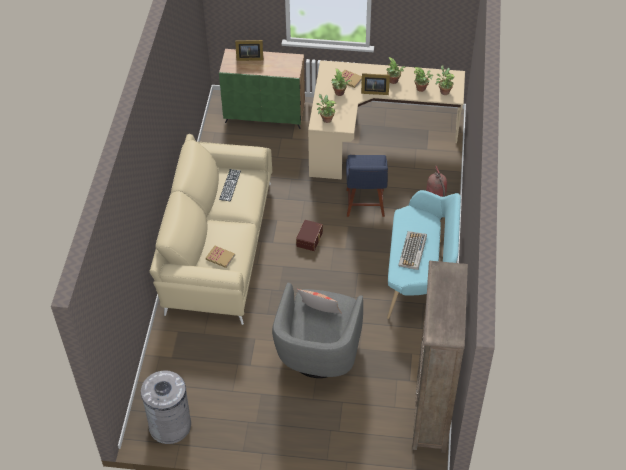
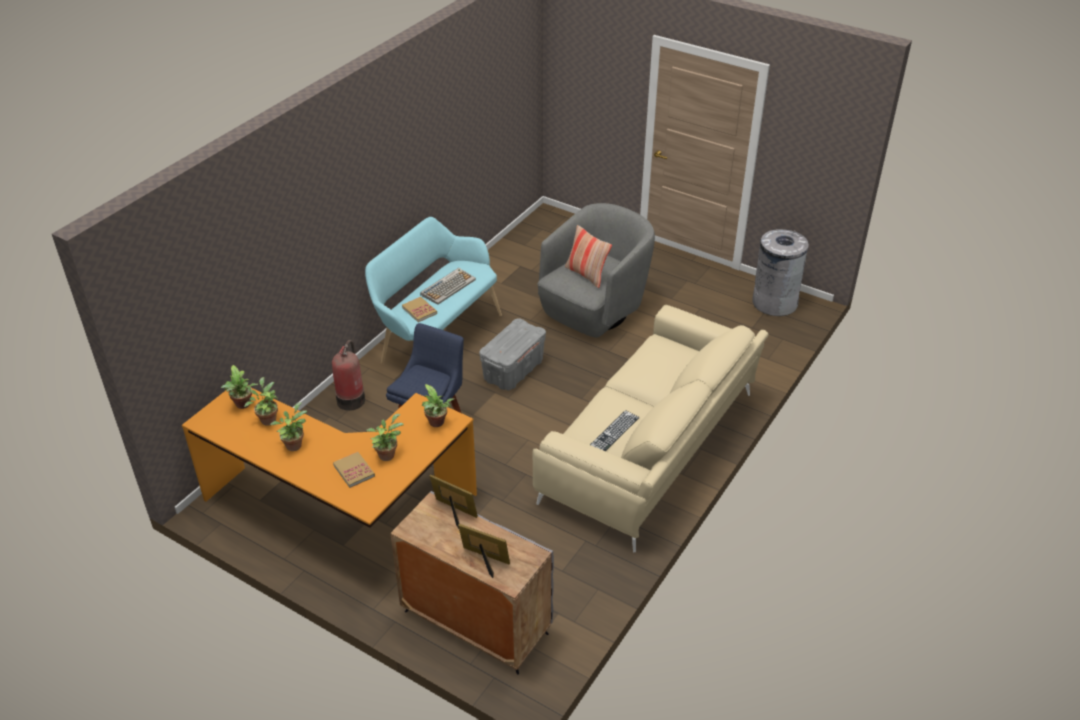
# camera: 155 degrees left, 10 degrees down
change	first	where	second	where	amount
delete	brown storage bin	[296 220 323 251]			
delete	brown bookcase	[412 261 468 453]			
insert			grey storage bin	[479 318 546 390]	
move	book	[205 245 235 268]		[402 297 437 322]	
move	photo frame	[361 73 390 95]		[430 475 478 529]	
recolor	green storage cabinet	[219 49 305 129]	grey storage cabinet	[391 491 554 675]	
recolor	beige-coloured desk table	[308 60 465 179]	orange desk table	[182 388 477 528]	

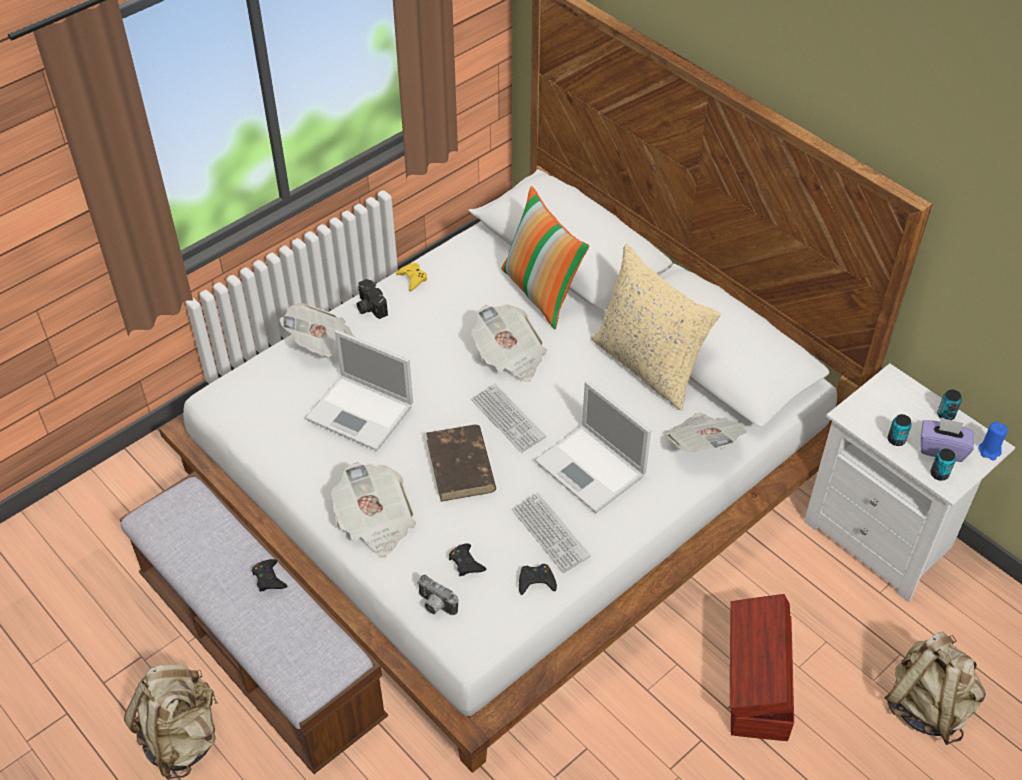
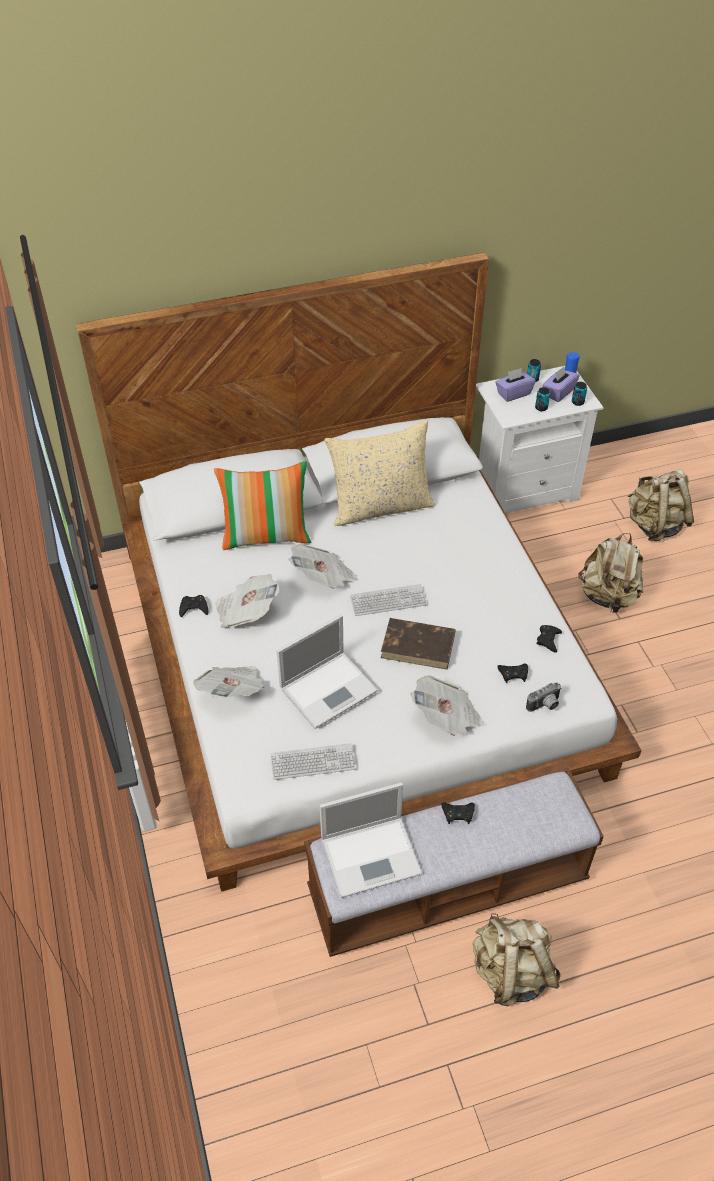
# camera: 65 degrees left, 0 degrees up
change	first	where	second	where	amount
delete	still camera	[357 279 388 319]			
insert			purplish tissue holder	[495 368 536 402]	
move	keyboard	[512 493 591 573]		[270 743 356 780]	
move	notebook computer	[535 381 651 513]		[320 782 422 898]	
move	newspaper	[665 413 747 452]		[215 574 279 628]	
replace	brown storage bin	[730 594 794 741]	beige-coloured rucksack	[578 533 643 613]	
recolor	yellow-coloured gamepad	[396 263 427 291]	black-coloured gamepad	[179 595 209 617]	

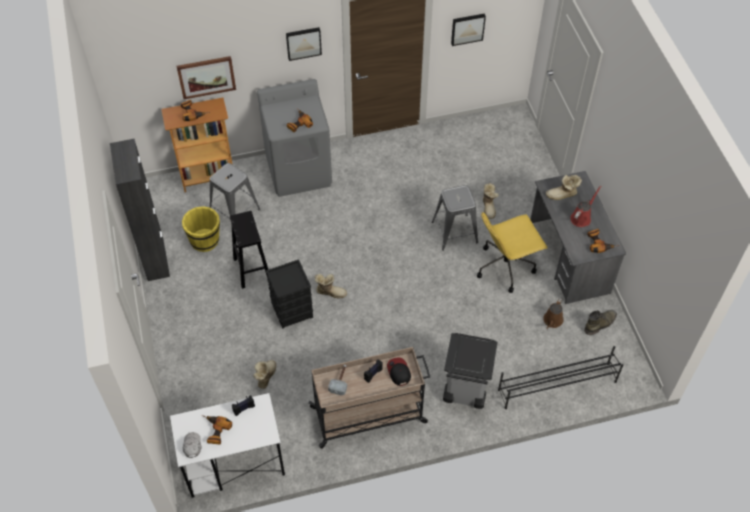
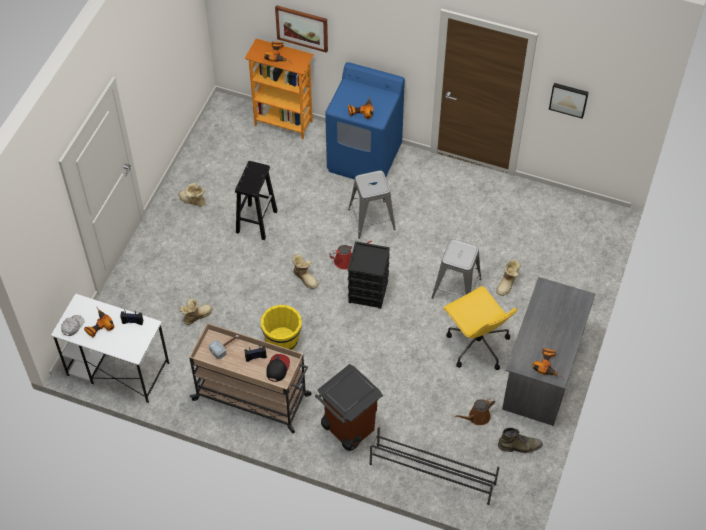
# camera: 35 degrees right, 0 degrees up
change	first	where	second	where	amount
delete	black-coloured storage cabinet	[110 139 170 281]			
delete	picture	[286 27 322 61]			
move	yellow-coloured water bucket	[182 206 220 252]		[261 305 302 350]	
move	grey stool	[210 163 261 219]		[348 170 396 239]	
move	black-coloured storage bin	[266 259 313 329]		[348 241 390 309]	
move	high-top boot	[546 175 582 200]		[178 183 206 206]	
move	red sprinkling can	[570 185 602 227]		[329 240 372 270]	
recolor	grey laundry machine	[257 79 332 197]	blue-coloured laundry machine	[325 62 405 185]	
recolor	grey trash can	[443 333 498 409]	brown trash can	[315 364 383 451]	
rotate	yellow-coloured desk chair	[477 212 548 293]		[443 286 517 370]	135 degrees counterclockwise

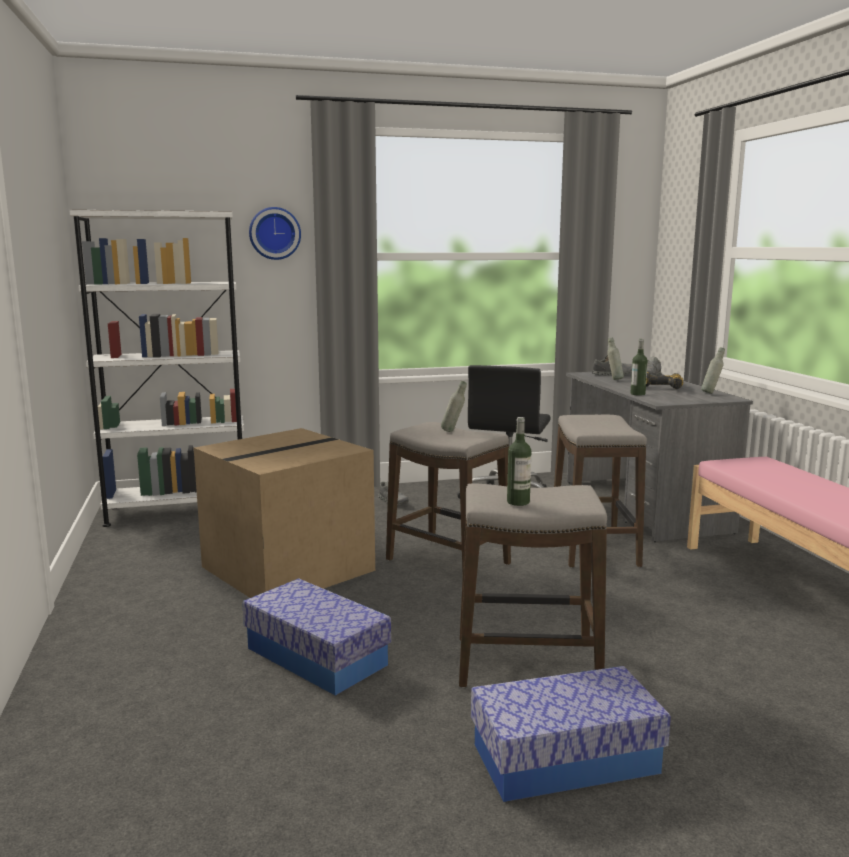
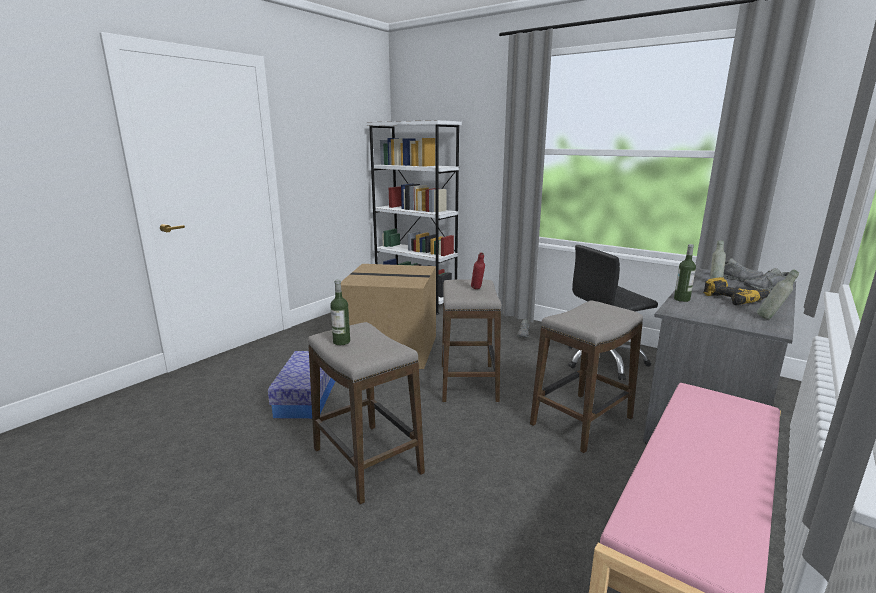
# camera: 50 degrees right, 5 degrees up
change	first	where	second	where	amount
delete	hanging clock	[249 207 301 260]			
delete	storage bin	[471 666 671 802]			
recolor	grey bottle	[441 381 467 432]	red bottle	[471 252 485 289]	

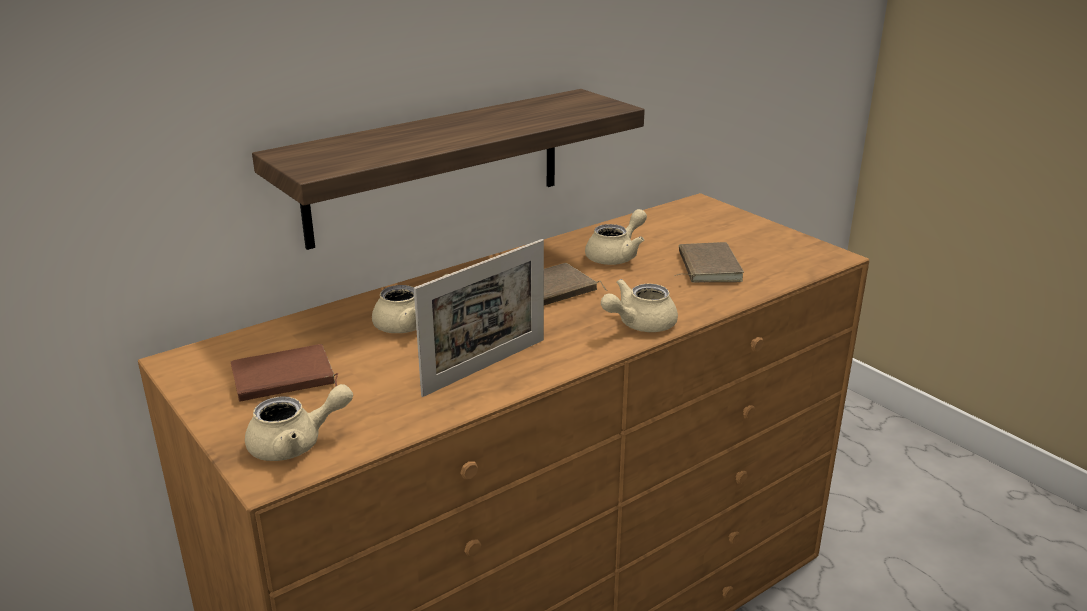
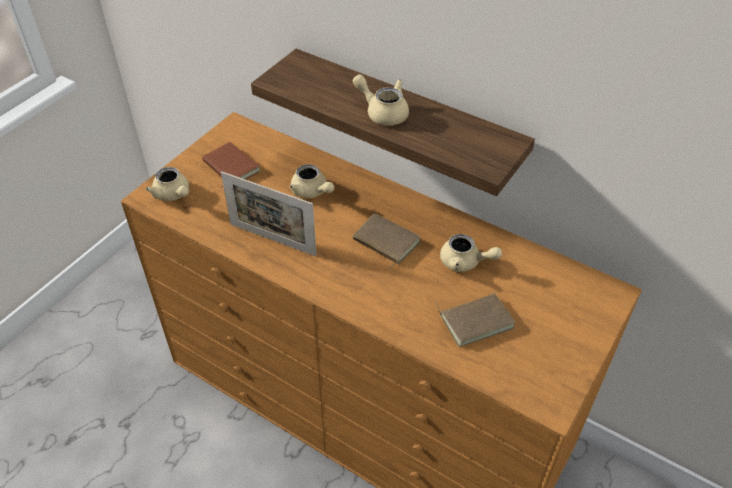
# camera: 70 degrees right, 20 degrees up
change	first	where	second	where	amount
move	beige-coloured teapot	[601 279 678 332]		[352 74 409 126]	

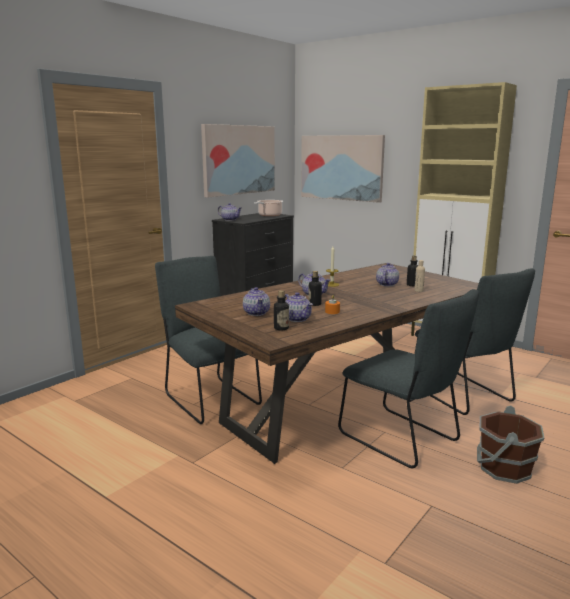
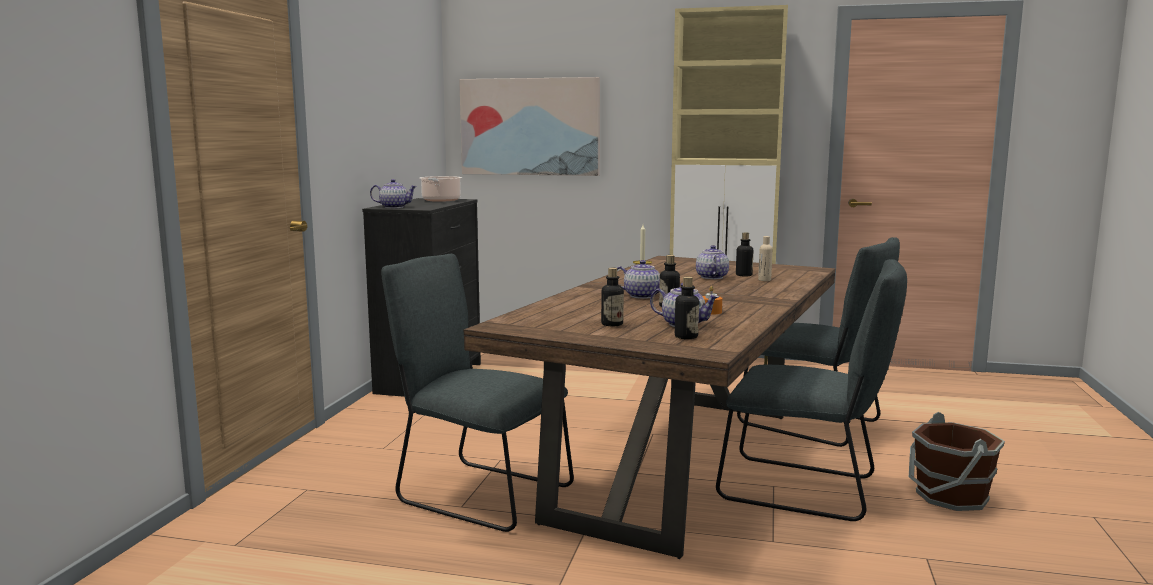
# camera: 25 degrees left, 5 degrees down
change	first	where	second	where	amount
delete	picture	[201 124 275 198]			
replace	teapot	[243 287 270 316]	bottle	[601 268 624 326]	

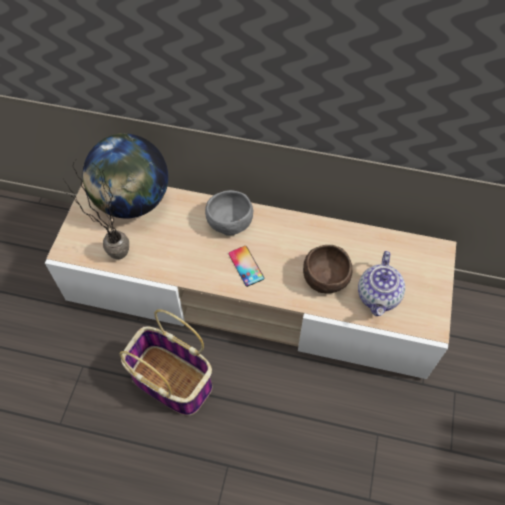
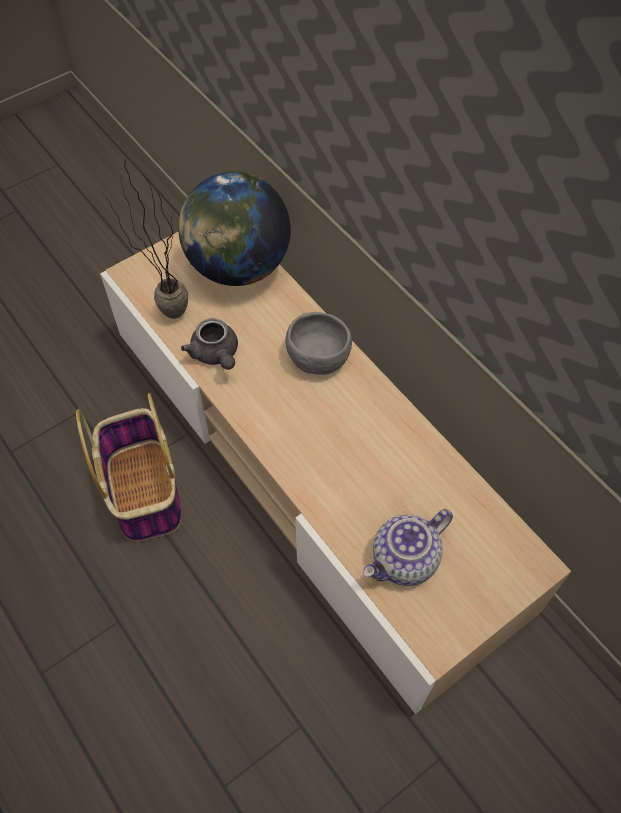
# camera: 40 degrees right, 0 degrees up
change	first	where	second	where	amount
delete	handset	[228 246 264 287]			
delete	brown deep dish	[303 245 352 293]			
insert			grey teapot	[181 318 238 370]	

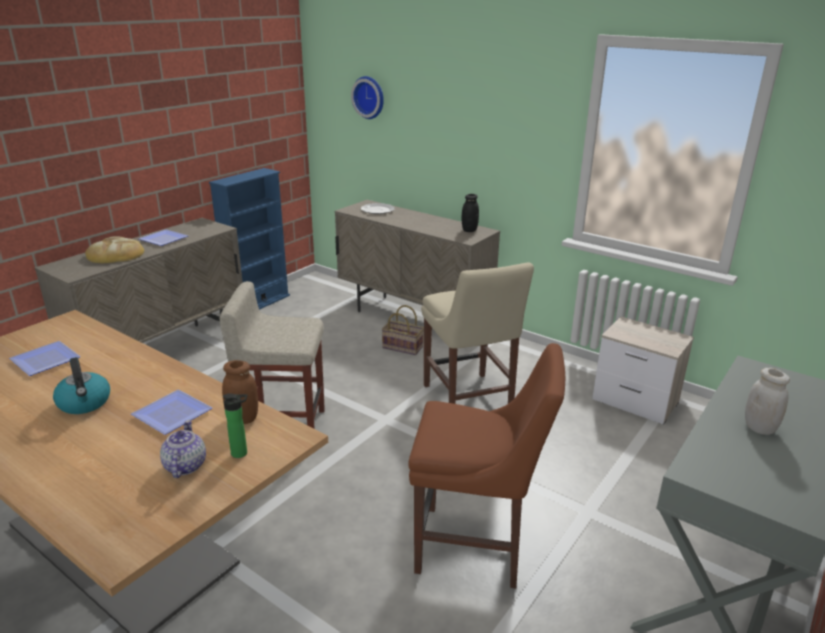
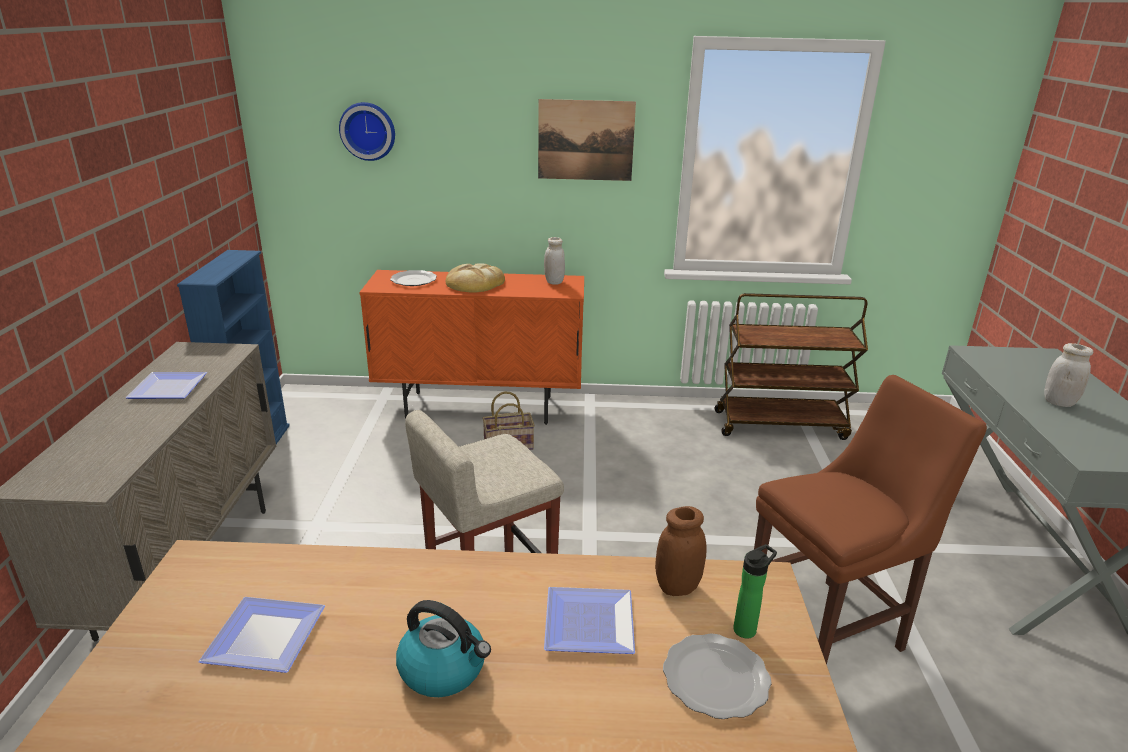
# camera: 35 degrees left, 0 degrees up
change	first	where	second	where	amount
delete	beige-coloured chair	[421 263 534 404]			
insert			picture	[538 99 636 181]	
move	bakery bread	[85 236 144 263]		[446 263 505 293]	
replace	teapot	[160 420 206 478]	flat dish	[663 633 772 719]	
replace	bedside table	[592 317 694 425]	brown wheeled cart	[715 293 868 440]	
recolor	beige-coloured storage cabinet	[335 200 500 343]	orange storage cabinet	[359 270 584 425]	
recolor	black-coloured preserve jar	[461 194 479 232]	white-coloured preserve jar	[544 237 565 285]	

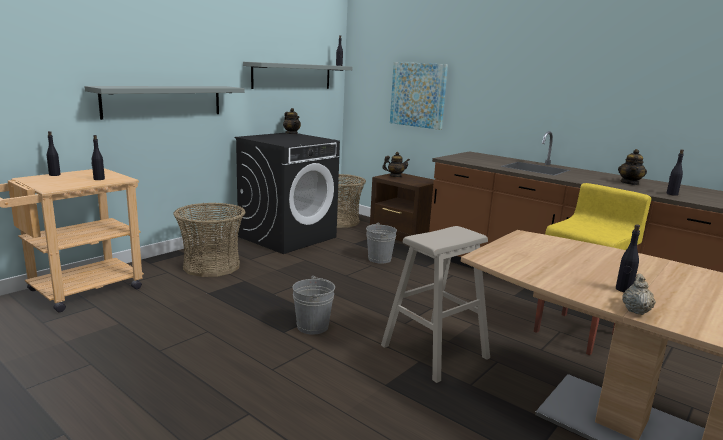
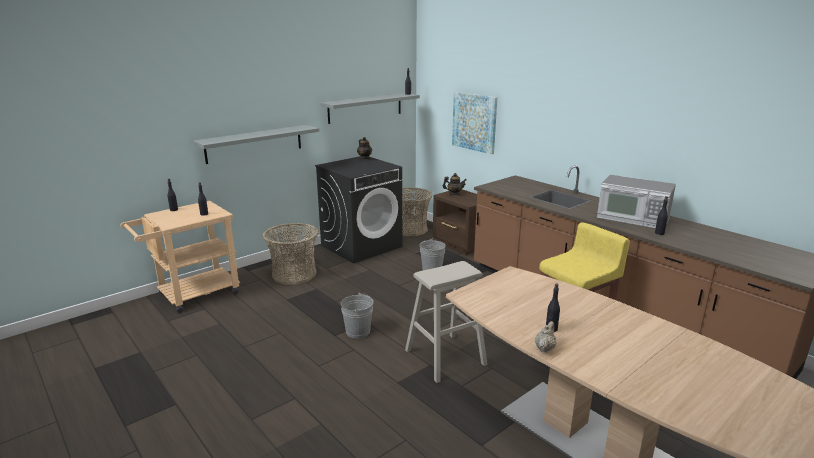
# camera: 10 degrees right, 5 degrees up
change	first	where	second	where	amount
replace	teapot	[618 149 647 185]	microwave	[597 175 676 228]	

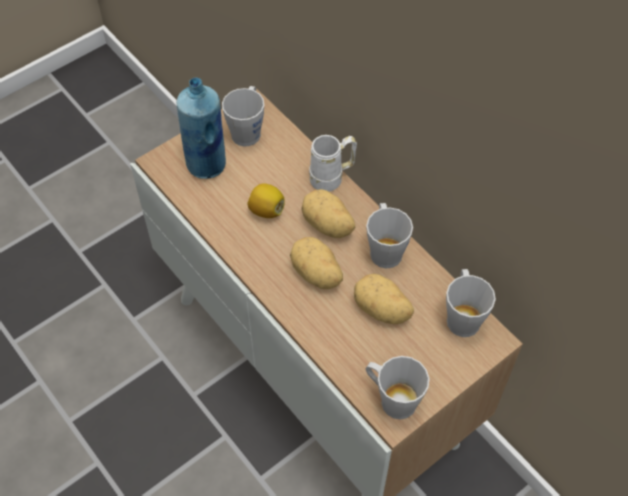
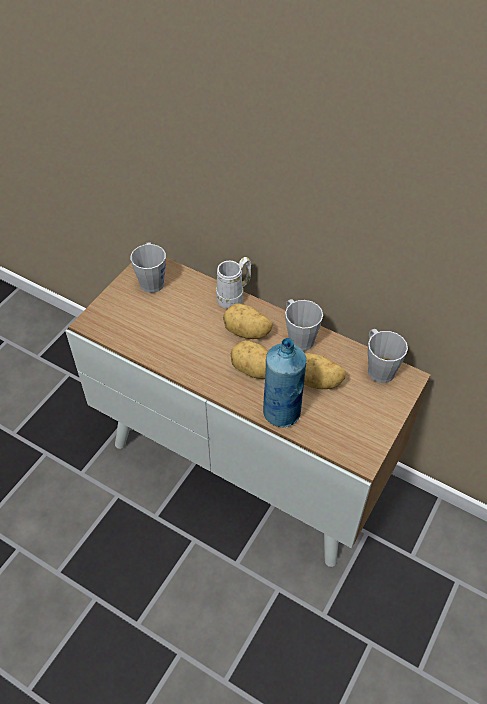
# camera: 20 degrees left, 5 degrees down
change	first	where	second	where	amount
delete	whole lemon	[247 183 285 218]			
delete	grey mug	[366 356 430 420]			
move	blue-coloured bottle	[177 78 226 179]		[263 338 307 427]	

